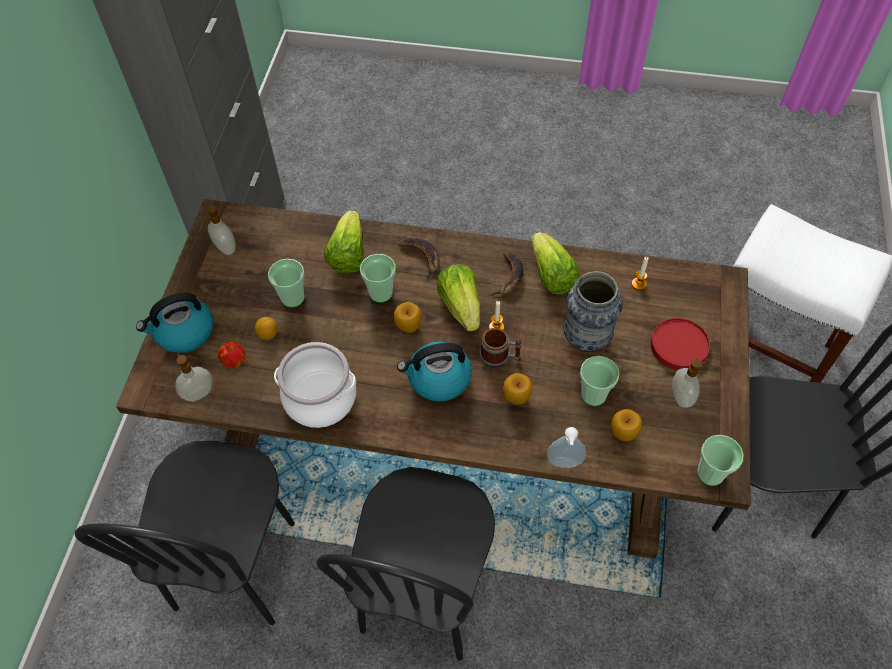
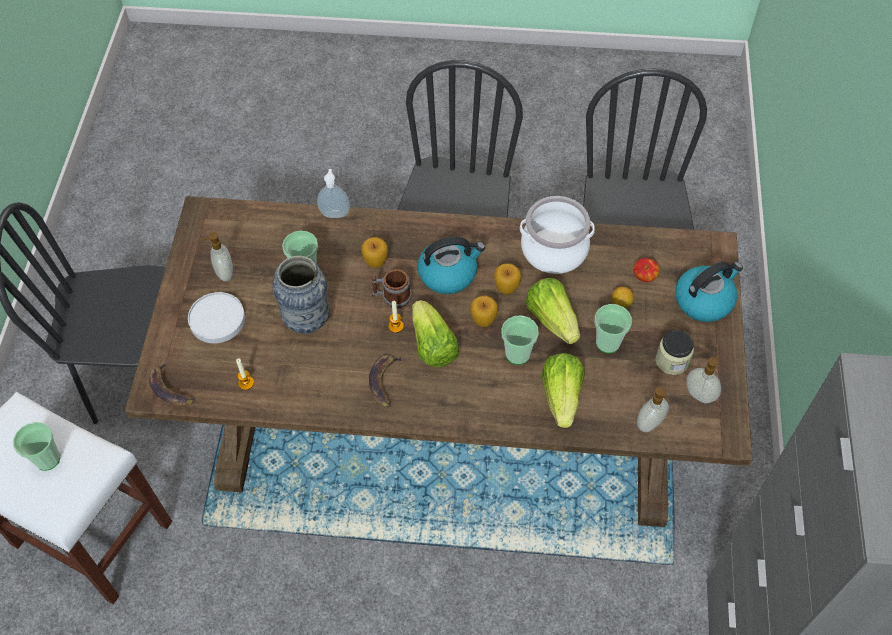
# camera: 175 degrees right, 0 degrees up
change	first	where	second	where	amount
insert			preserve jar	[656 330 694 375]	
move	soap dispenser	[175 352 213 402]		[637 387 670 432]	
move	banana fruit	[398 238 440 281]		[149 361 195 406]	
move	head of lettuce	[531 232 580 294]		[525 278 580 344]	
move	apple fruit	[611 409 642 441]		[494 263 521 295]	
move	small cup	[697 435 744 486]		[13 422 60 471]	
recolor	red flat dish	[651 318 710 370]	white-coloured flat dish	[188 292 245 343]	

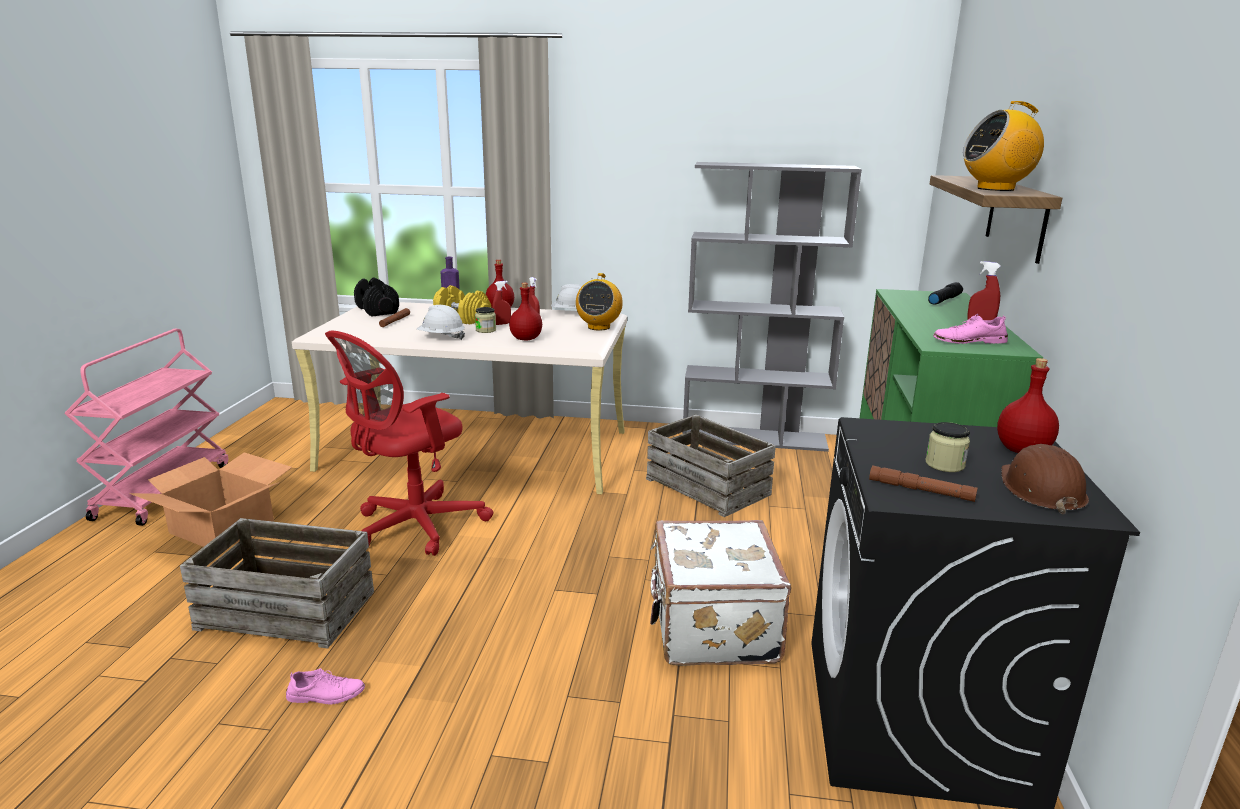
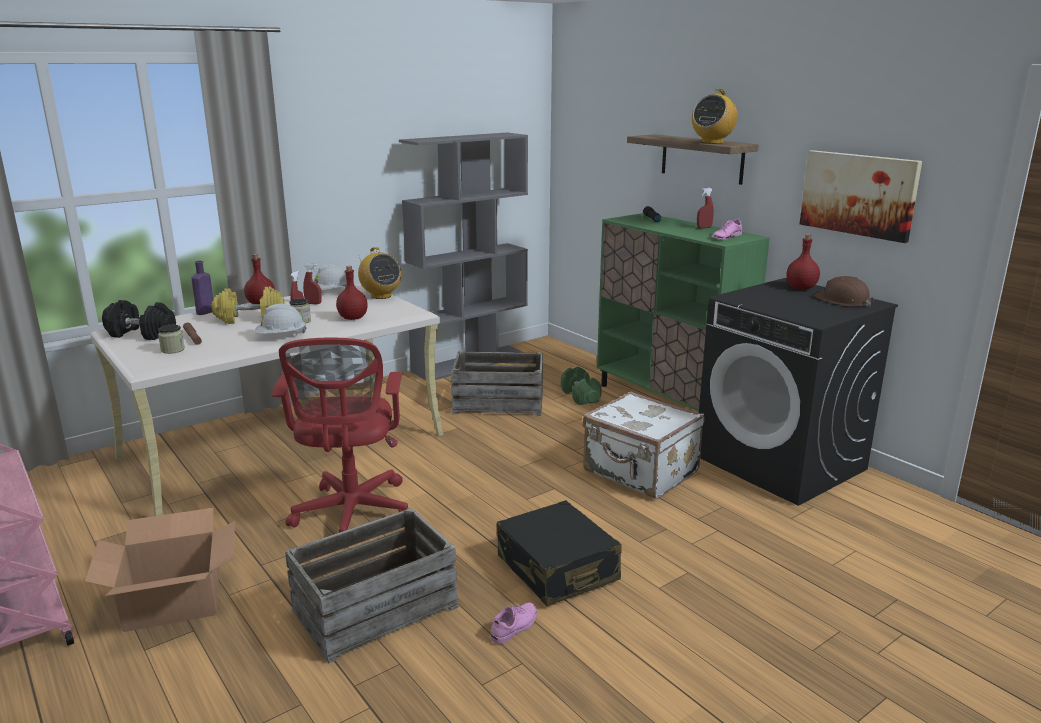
# camera: 45 degrees left, 0 degrees up
change	first	where	second	where	amount
delete	brown hand torch	[869 465 978 502]			
insert			black-coloured piece of luggage	[497 500 622 606]	
insert			green free weight	[561 366 602 405]	
insert			picture	[800 150 922 243]	
move	preserve jar	[926 422 970 472]		[158 325 185 354]	

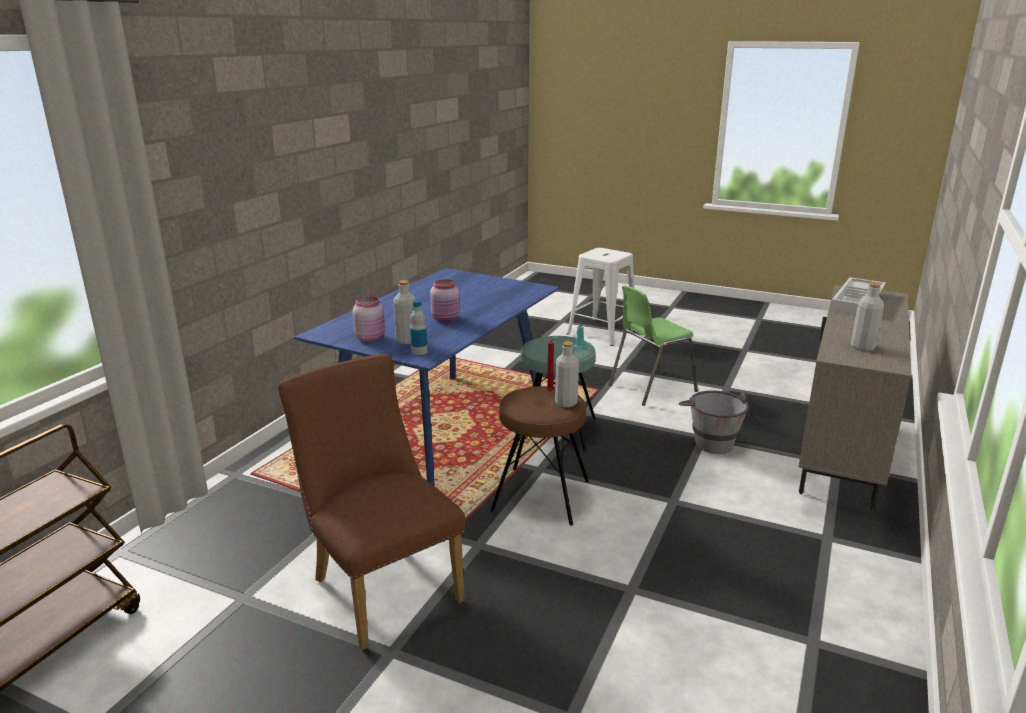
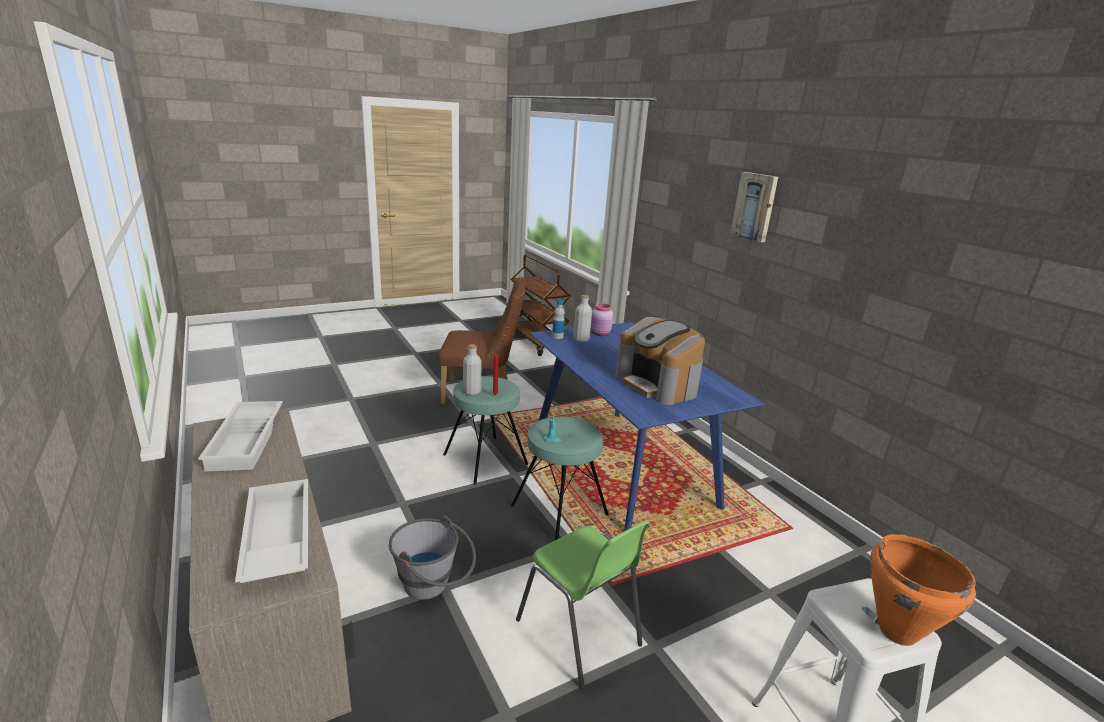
# camera: 125 degrees right, 0 degrees up
change	first	where	second	where	amount
delete	pinkish preserve jar	[430 279 460 322]			
insert			coffee machine	[615 317 705 405]	
insert			picture	[731 172 778 242]	
insert			orange stockpot	[870 534 976 646]	
replace	grey bottle	[851 282 884 351]	white-coloured serving tray	[198 401 283 472]	
recolor	brown stool	[490 386 589 526]	turquoise-coloured stool	[443 376 528 485]	
rotate	green chair	[609 285 698 406]		[516 520 650 688]	135 degrees clockwise

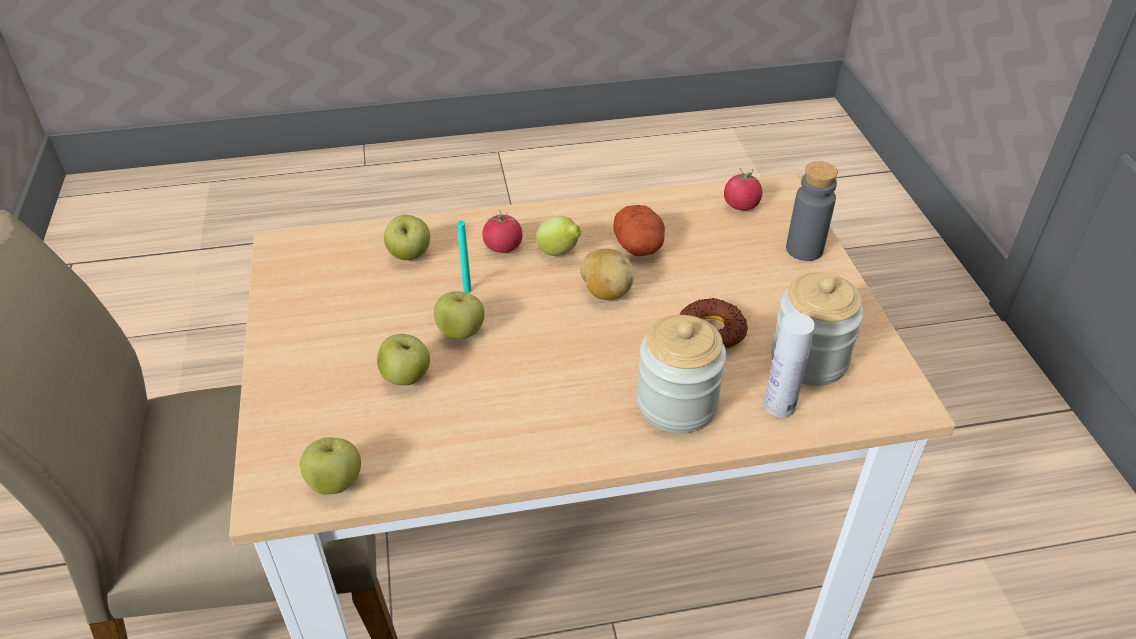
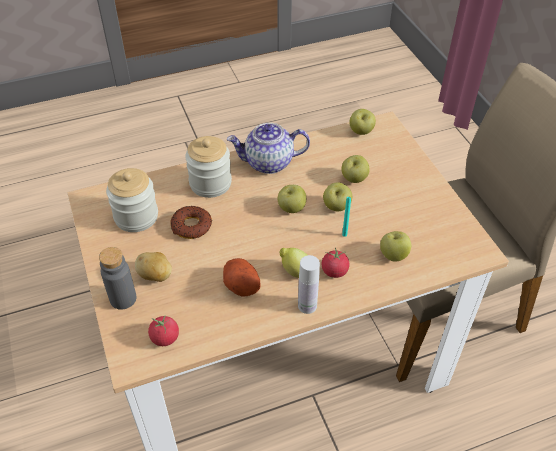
# camera: 170 degrees right, 5 degrees up
change	first	where	second	where	amount
insert			teapot	[227 123 310 174]	
insert			apple fruit	[278 185 306 213]	
move	potato	[580 249 634 300]		[135 252 172 282]	
move	white-coloured bottle	[764 312 815 417]		[298 255 320 314]	

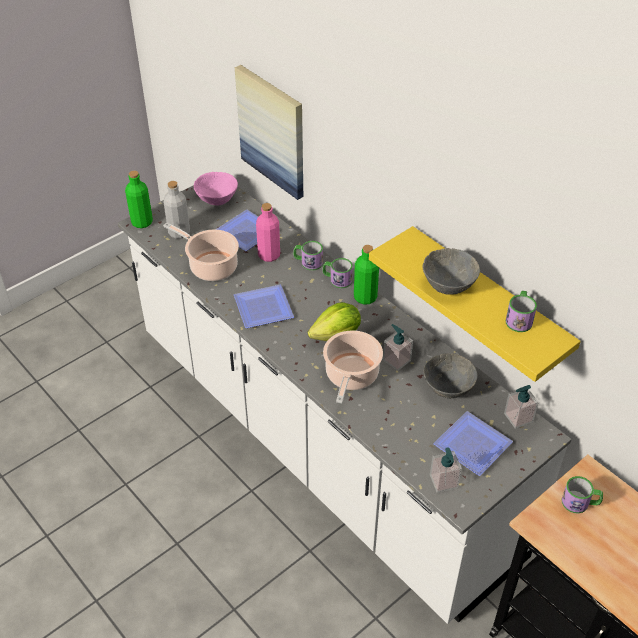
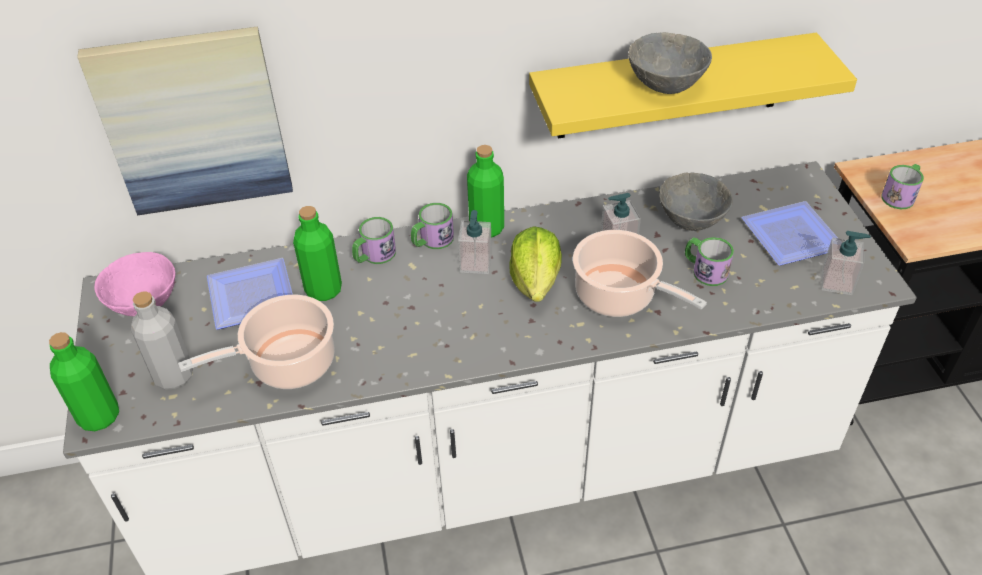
# camera: 60 degrees left, 0 degrees up
change	first	where	second	where	amount
delete	flat dish	[234 284 294 328]			
move	soap dispenser	[504 385 539 429]		[458 210 492 274]	
move	mug	[506 291 537 332]		[685 237 734 286]	
recolor	pinkish bottle	[256 203 280 262]	green bottle	[293 206 342 301]	

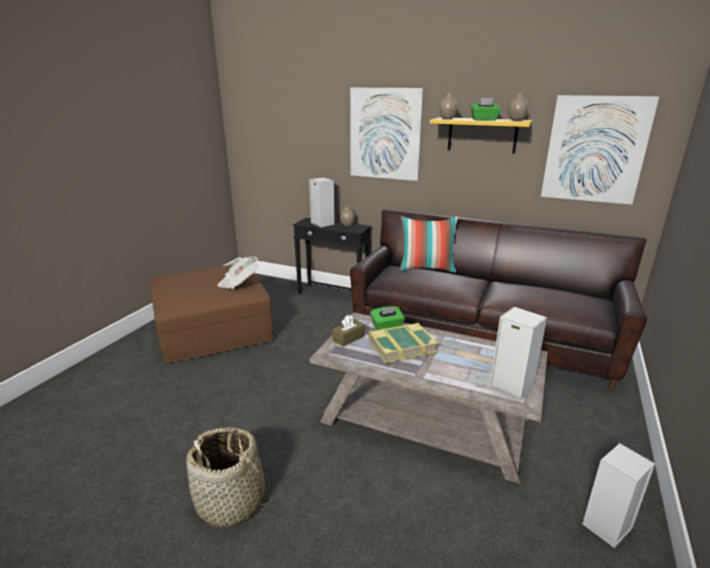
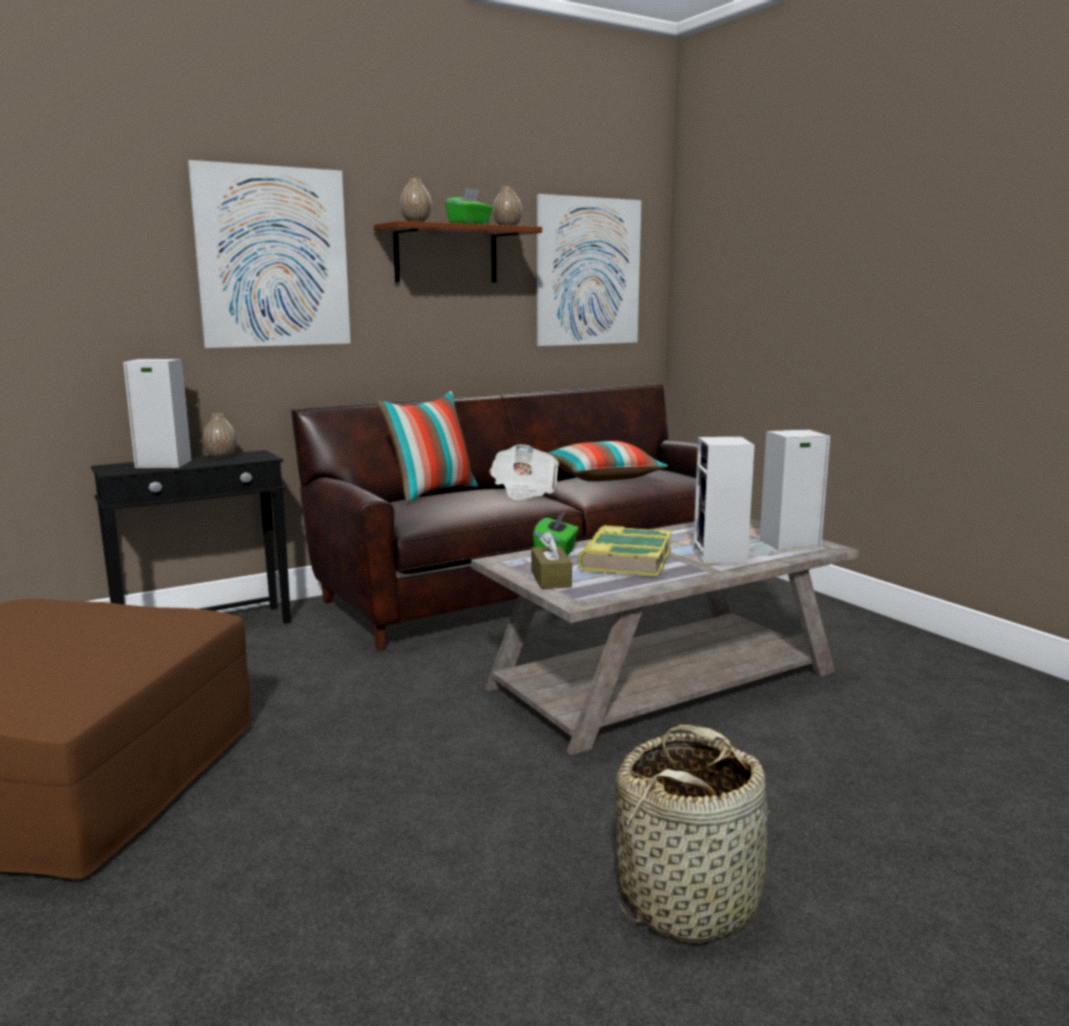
# camera: 55 degrees left, 10 degrees down
change	first	where	second	where	amount
insert			pillow	[548 441 668 482]	
move	newspaper	[217 256 258 289]		[489 445 559 500]	
move	audio speaker	[582 443 655 548]		[693 437 755 564]	
recolor	yellow-coloured shelf	[430 117 533 154]	brown shelf	[374 221 542 283]	

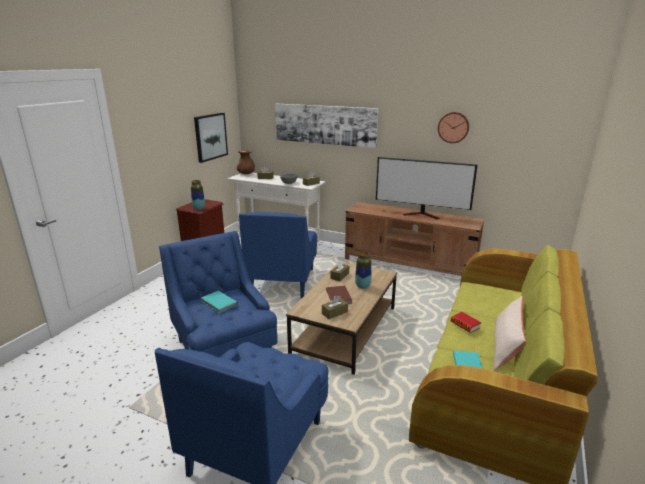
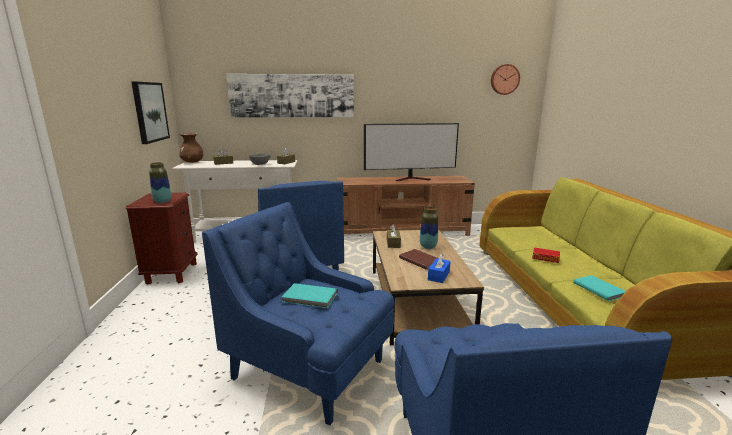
# camera: 30 degrees left, 5 degrees down
change	first	where	second	where	amount
delete	beige-coloured pillow	[493 296 526 371]			
move	hanging clock	[438 112 469 143]		[491 64 520 95]	
recolor	brown tissue holder	[322 296 348 319]	blue-coloured tissue holder	[428 254 451 283]	

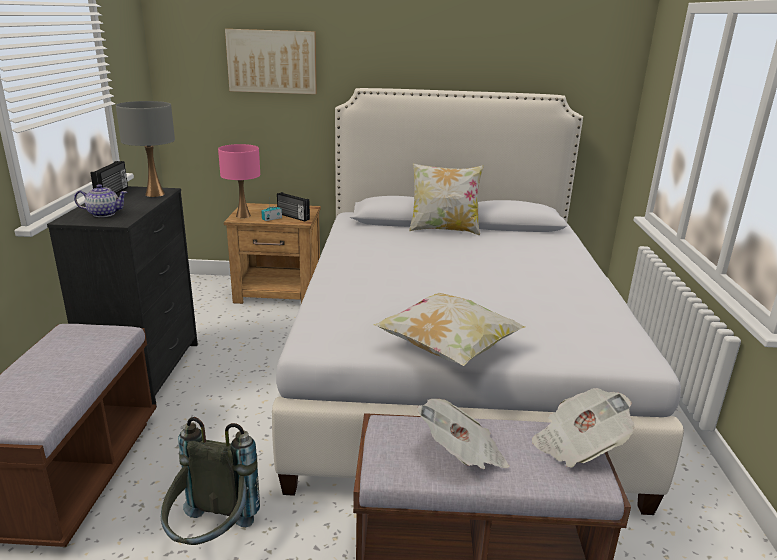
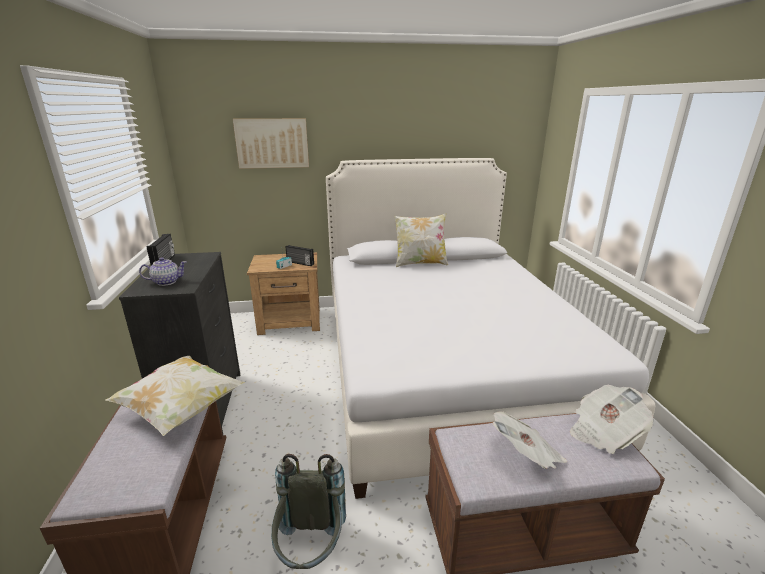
# camera: 10 degrees left, 0 degrees up
change	first	where	second	where	amount
delete	grey table lamp	[116 101 175 197]			
delete	pinkish table lamp	[218 144 260 218]			
move	pillow	[374 293 525 366]		[105 356 245 436]	

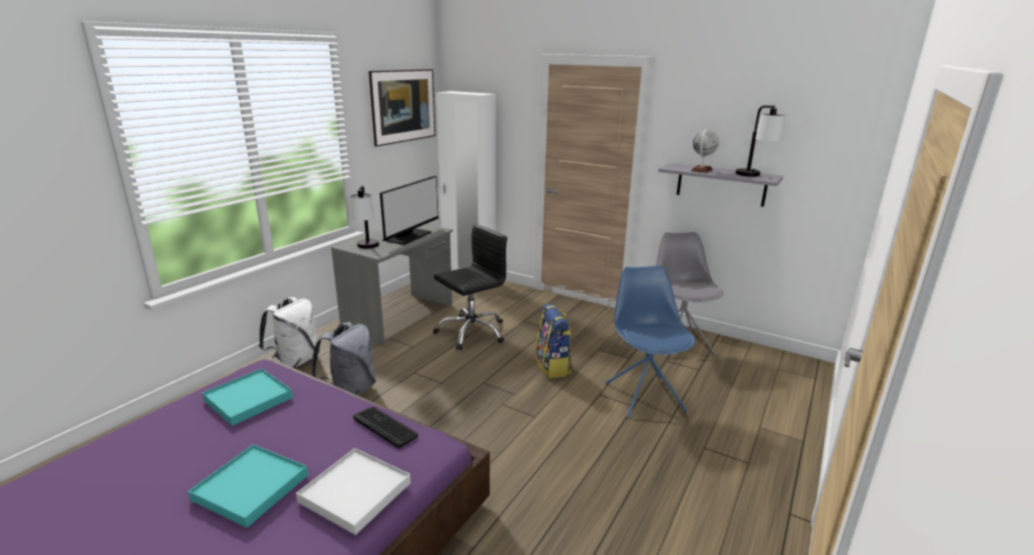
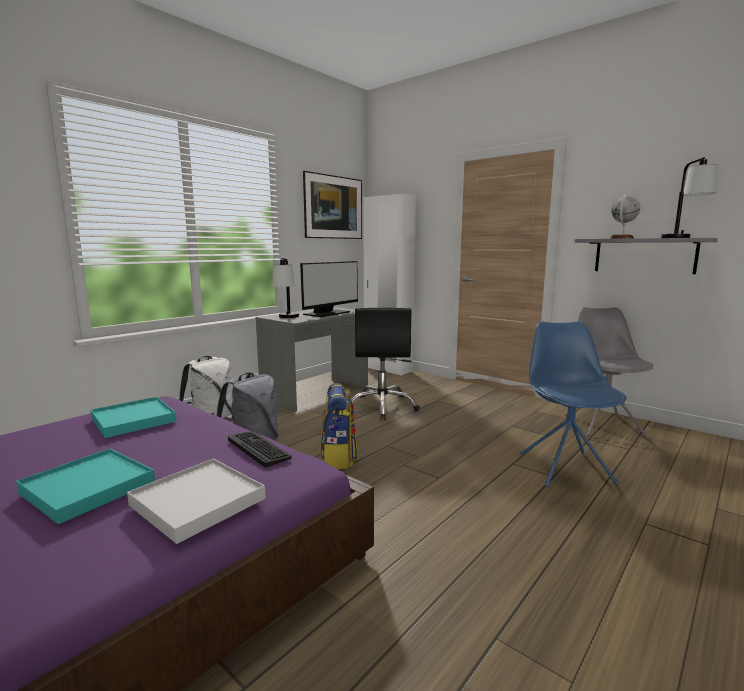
# camera: 10 degrees right, 10 degrees down
change	first	where	second	where	amount
move	rucksack	[535 303 572 378]		[320 383 358 469]	
rotate	black-coloured desk chair	[433 224 507 350]		[352 308 420 420]	120 degrees clockwise

